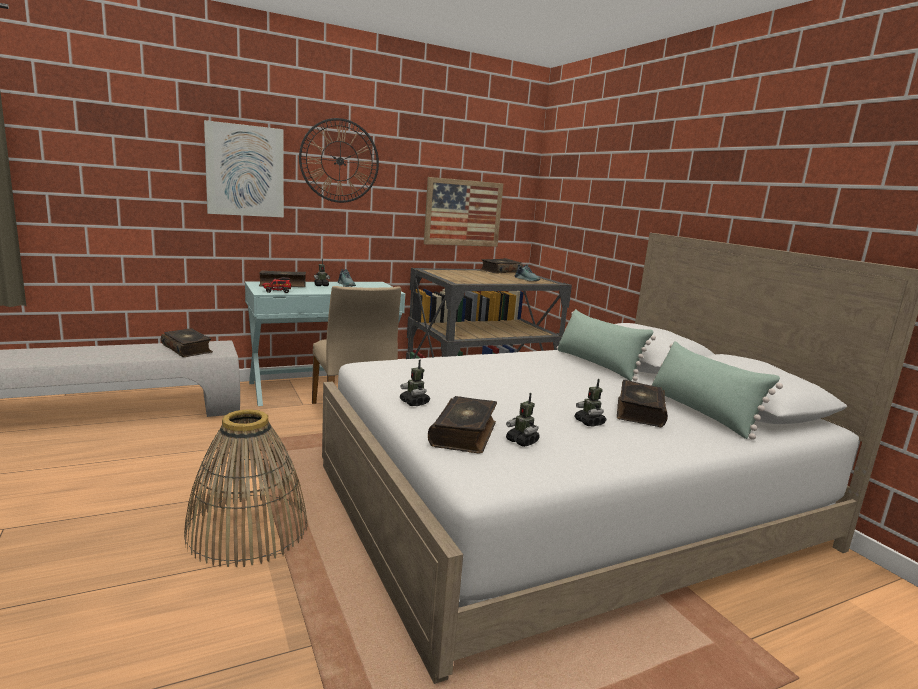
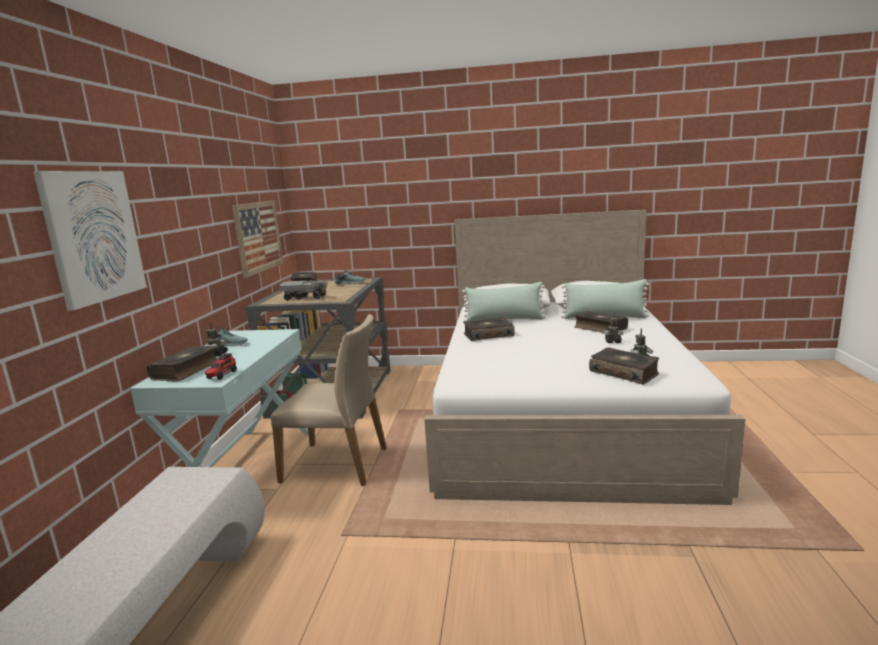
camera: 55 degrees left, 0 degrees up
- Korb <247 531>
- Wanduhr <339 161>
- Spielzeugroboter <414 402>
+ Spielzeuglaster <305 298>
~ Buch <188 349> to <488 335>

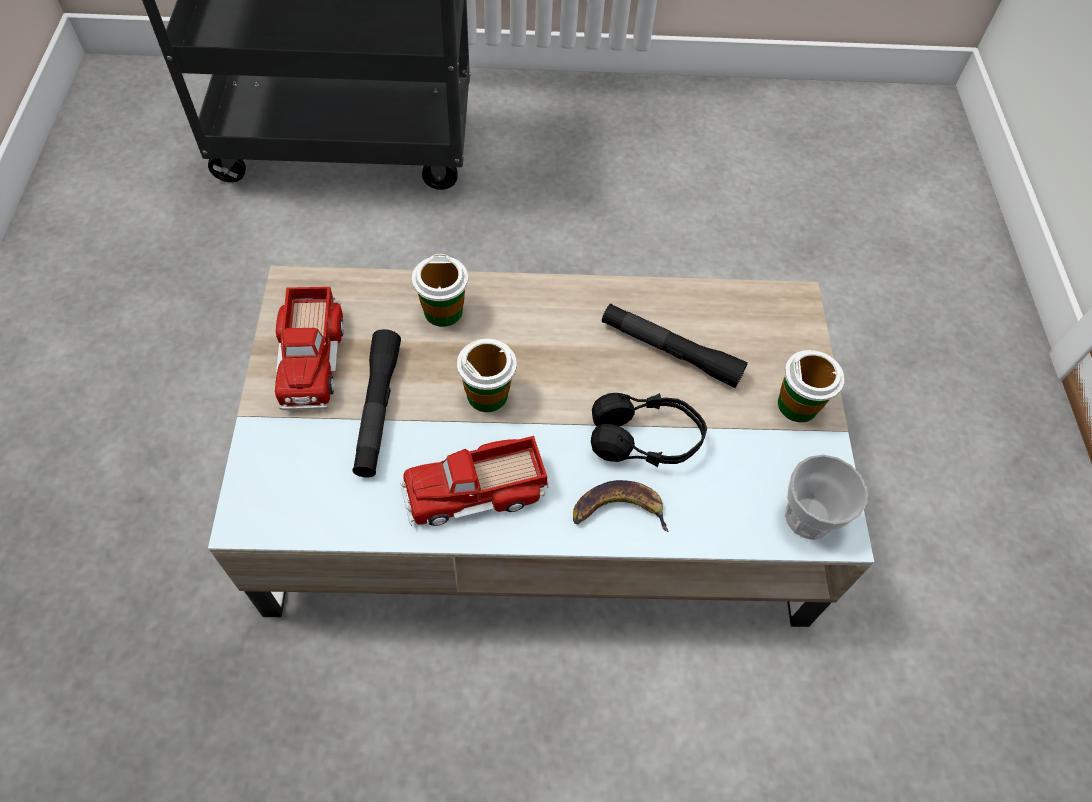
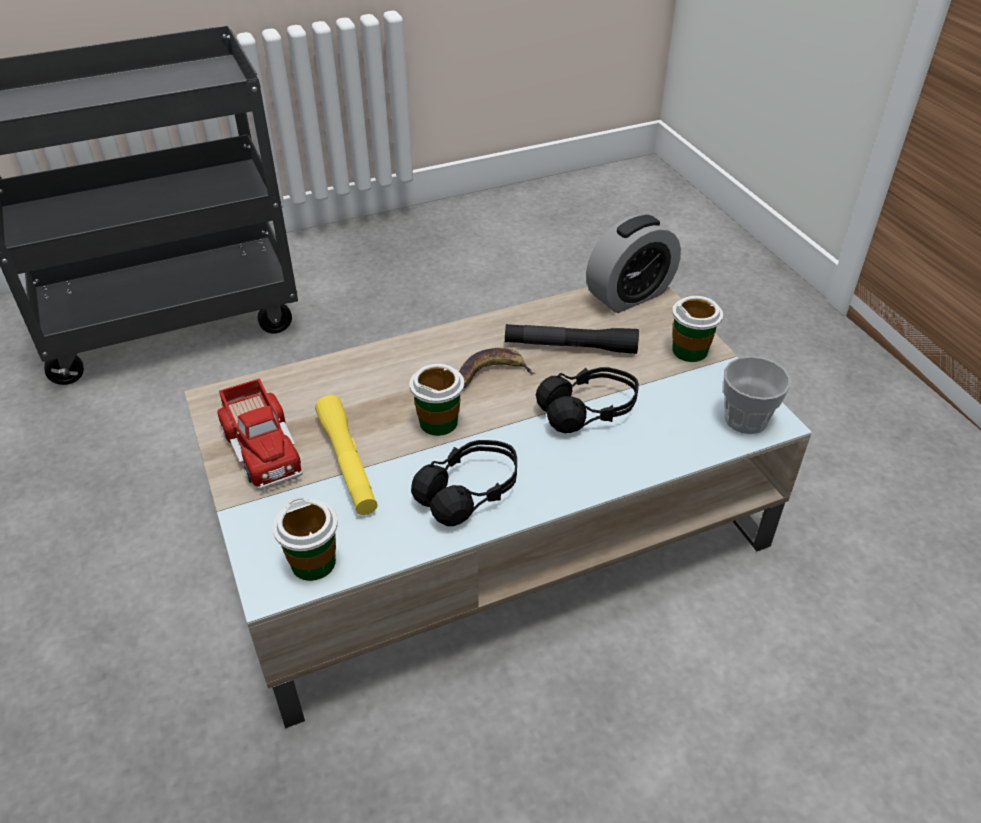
camera: 20 degrees left, 15 degrees down
+ Wecker <629 295>
~ Tasse <443 311> to <313 563>
~ Banane <618 511> to <490 373>
~ Spielzeuglaster <474 490> to Kopfhörer (schwarz) <469 492>
~ Taschenlampe (schwarz) <377 409> to Taschenlampe (gelb) <347 463>

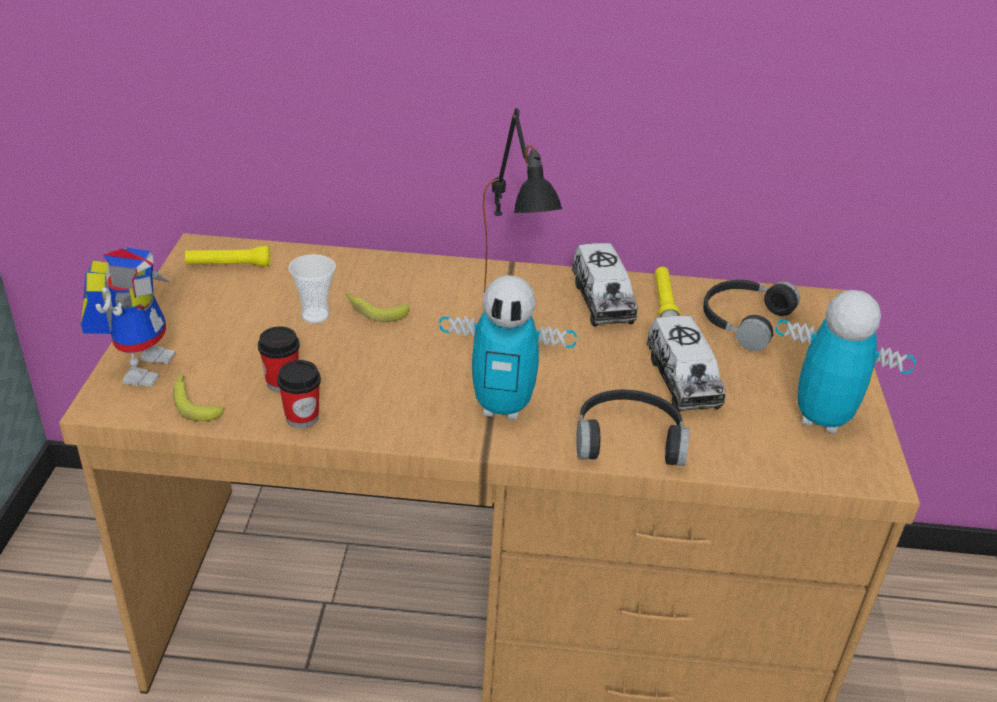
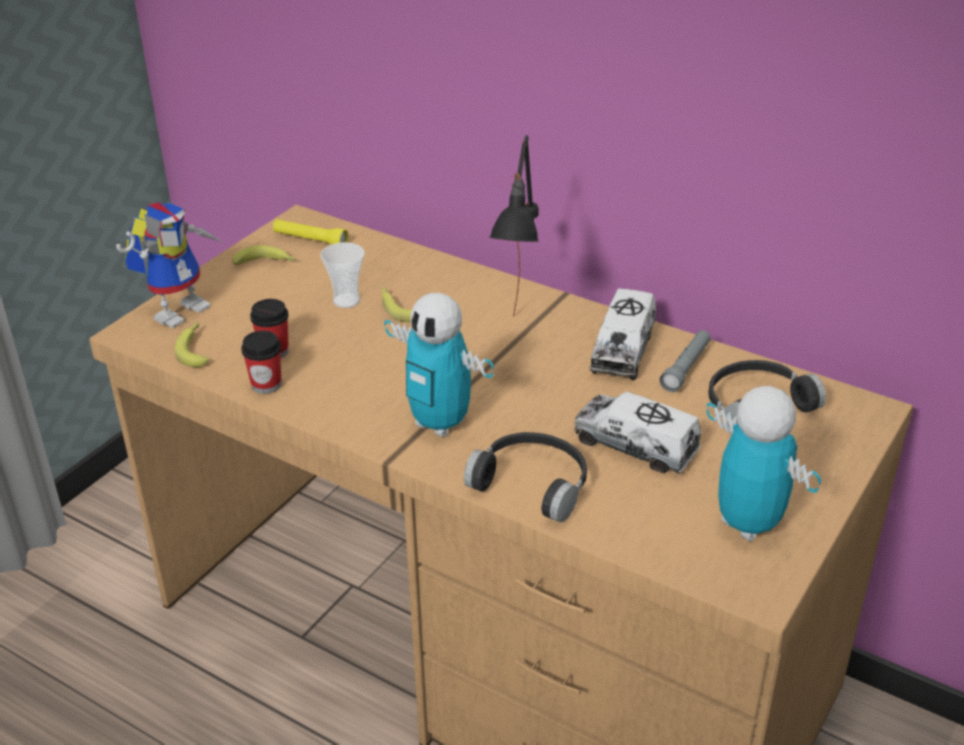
camera: 30 degrees right, 0 degrees up
+ Banane <266 263>
~ Taschenlampe (gelb) <664 303> to Taschenlampe (grau) <686 368>
~ Spielzeuglaster <682 380> = <635 446> 105 degrees clockwise

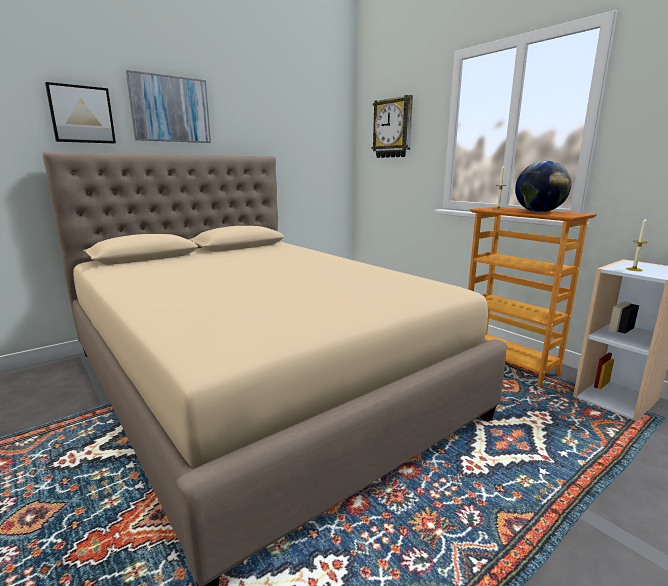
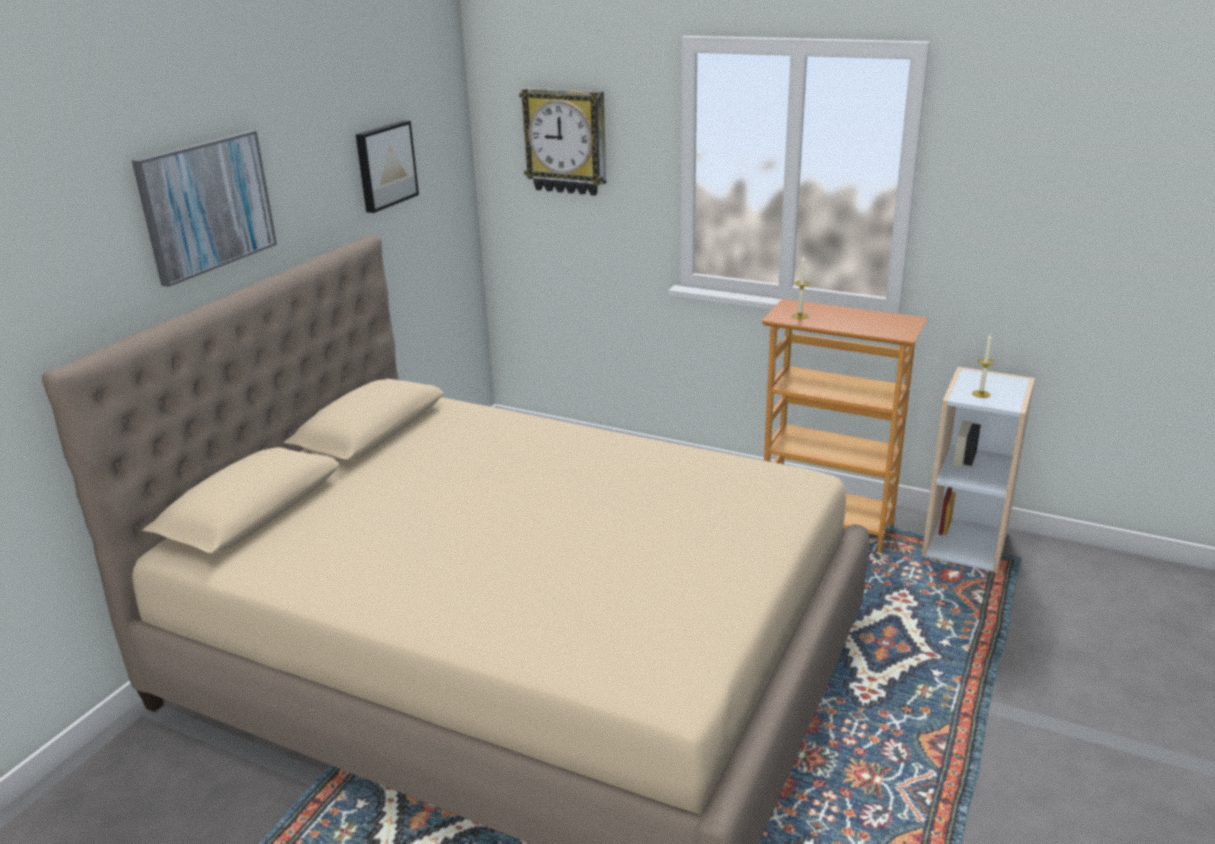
camera: 25 degrees left, 10 degrees up
- Globus <538 212>
~ Bild <81 114> to <385 165>

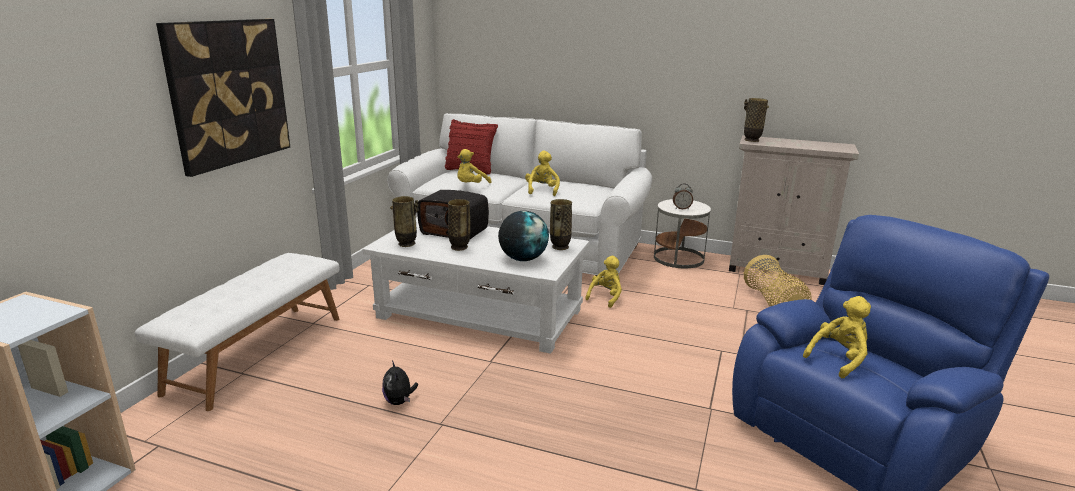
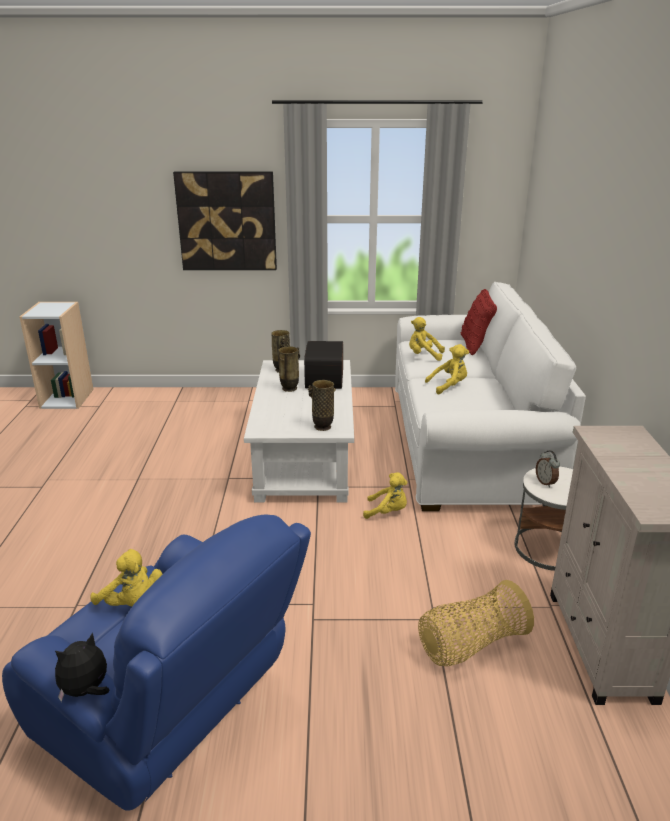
camera: 70 degrees right, 5 degrees up
- Bank (weiß) <257 353>
- Globus <523 259>
- Vase <751 140>
~ Plüschtier <399 401> to <86 691>

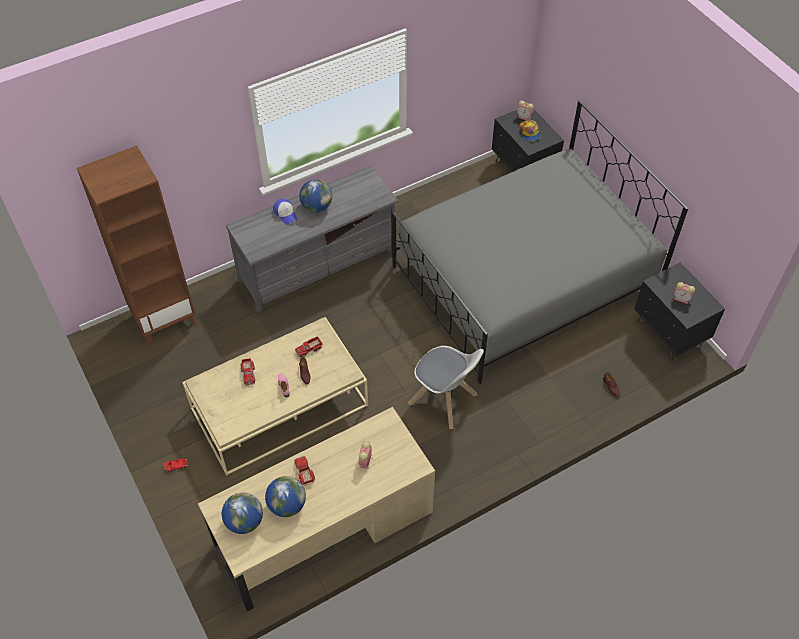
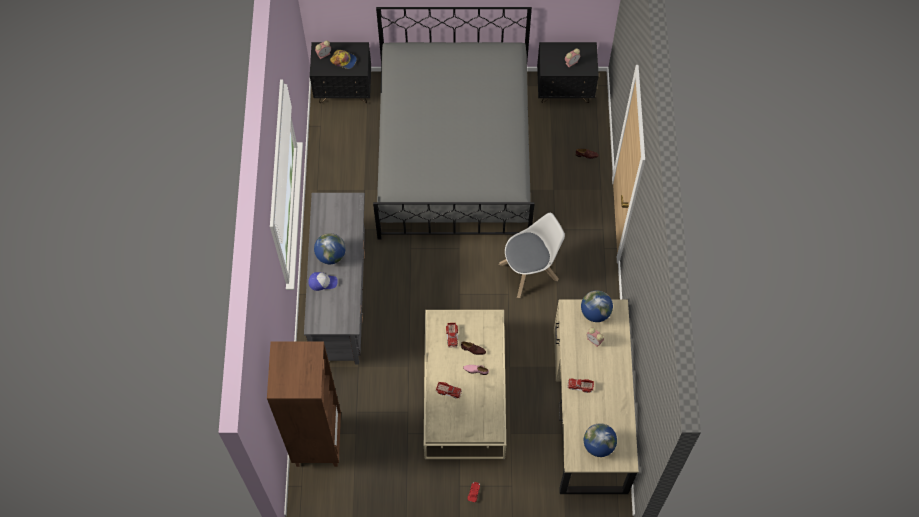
camera: 60 degrees left, 10 degrees up
~ Globus <287 505> to <595 312>

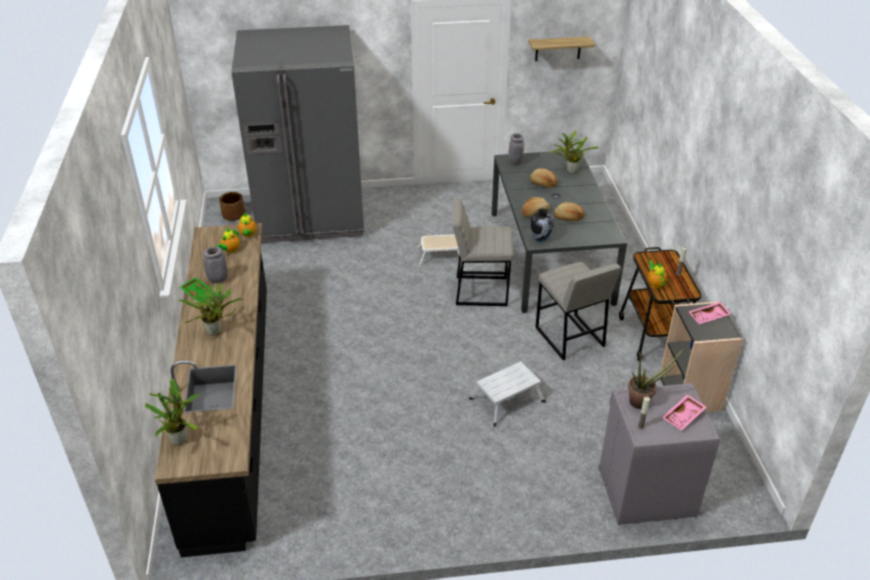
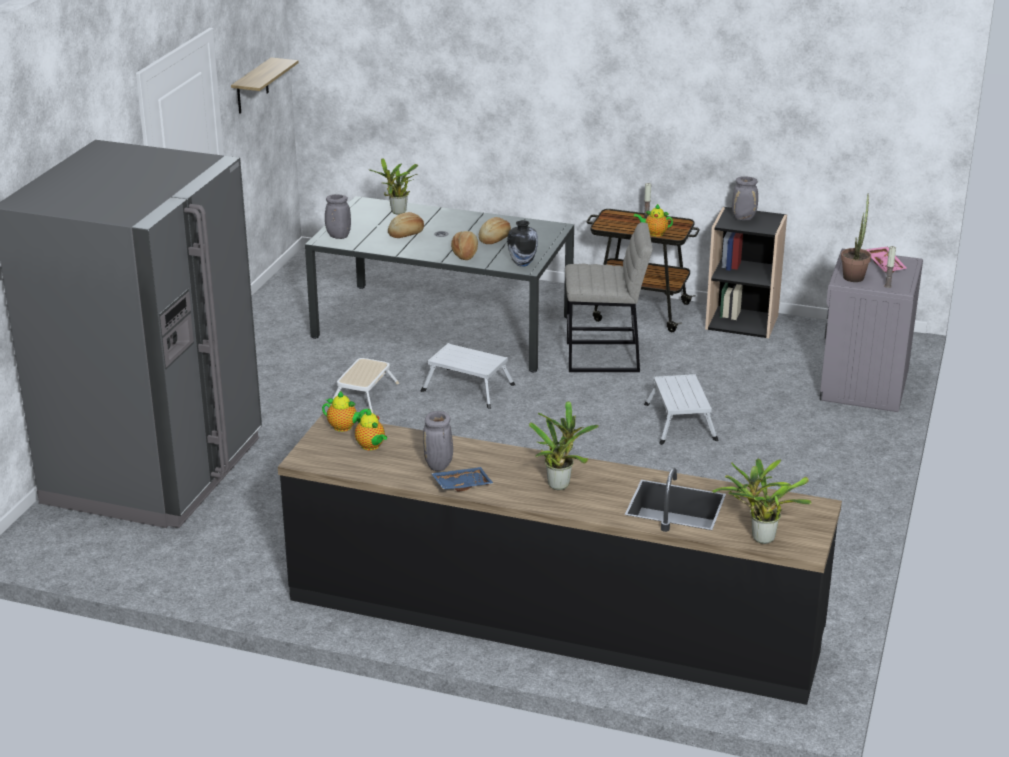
camera: 65 degrees left, 10 degrees down
- Pflanzkübel (braun) <233 215>
~ Stuhl (grau) <479 291> to Trittleiter (weiß) <467 387>
~ Tablett (rosa) <709 317> to Vase (grau) <744 218>
~ Tablett (grün) <200 294> to Tablett (blau) <461 484>

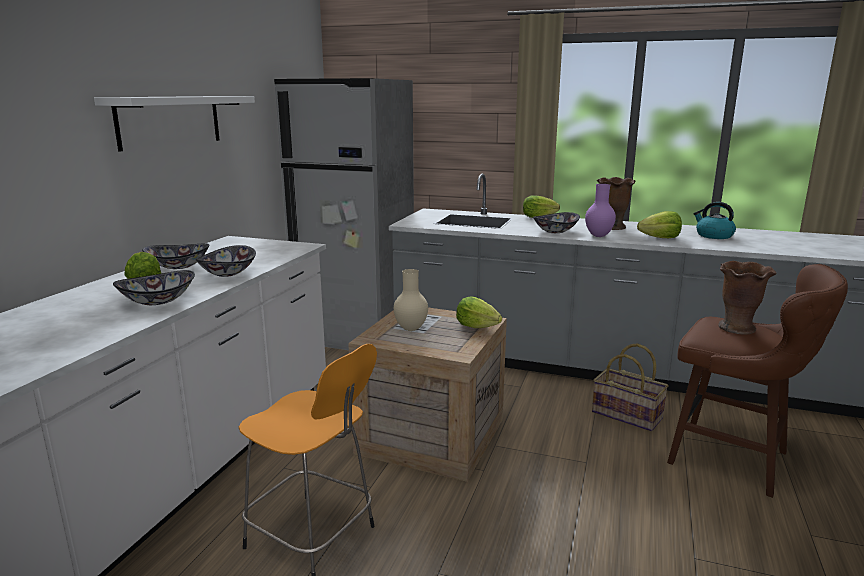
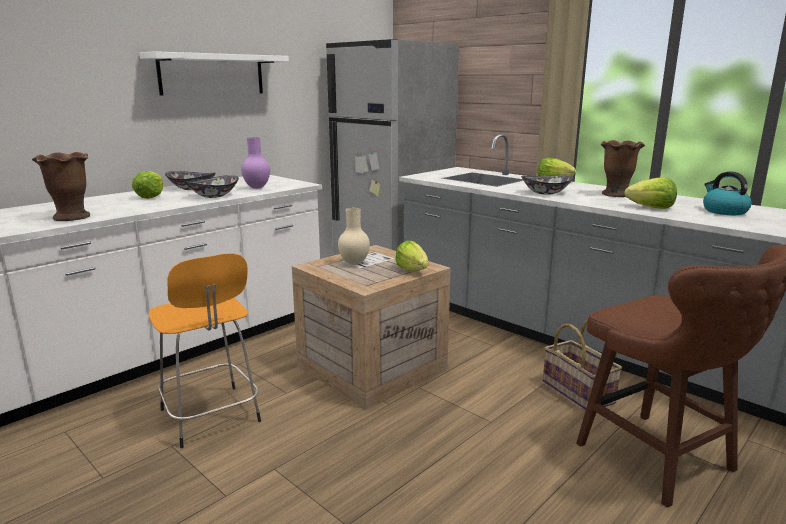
camera: 25 degrees right, 0 degrees up
- Schüssel <158 301>
~ Vase (lila) <598 236> to <257 187>
~ Vase (braun) <737 328> to <71 217>

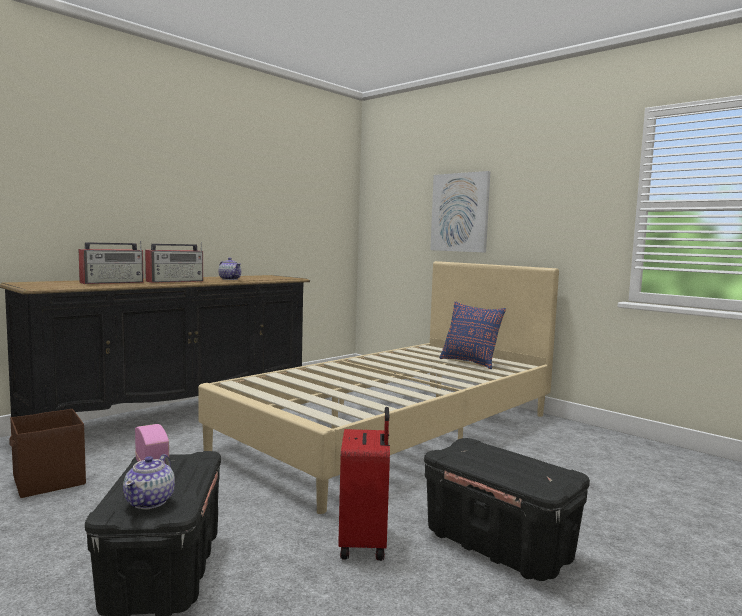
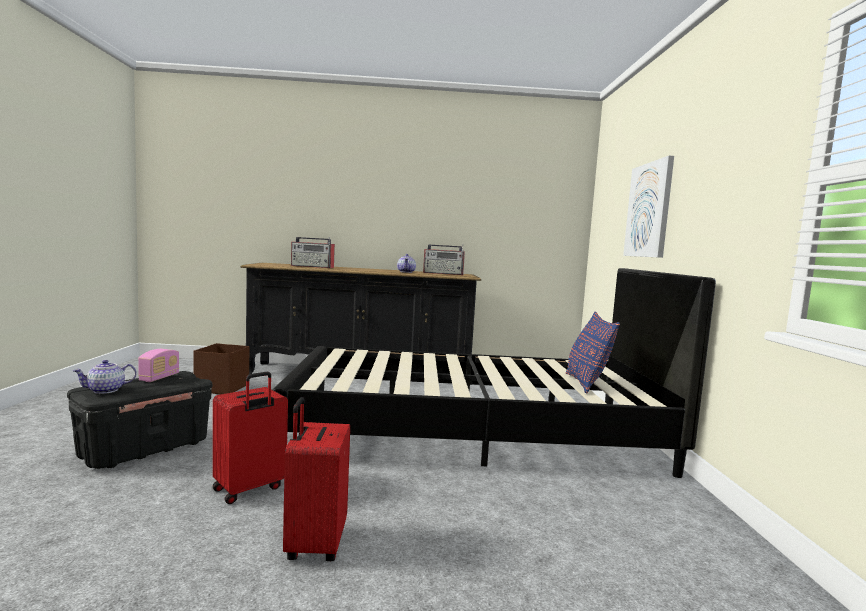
camera: 45 degrees right, 0 degrees up
~ Radio <176 281> to <444 273>
~ Aufbewahrungsbox (schwarz) <497 545> to Koffer (rot) <314 544>
~ Bett (beige) <395 431> to Bett (schwarz) <473 433>

